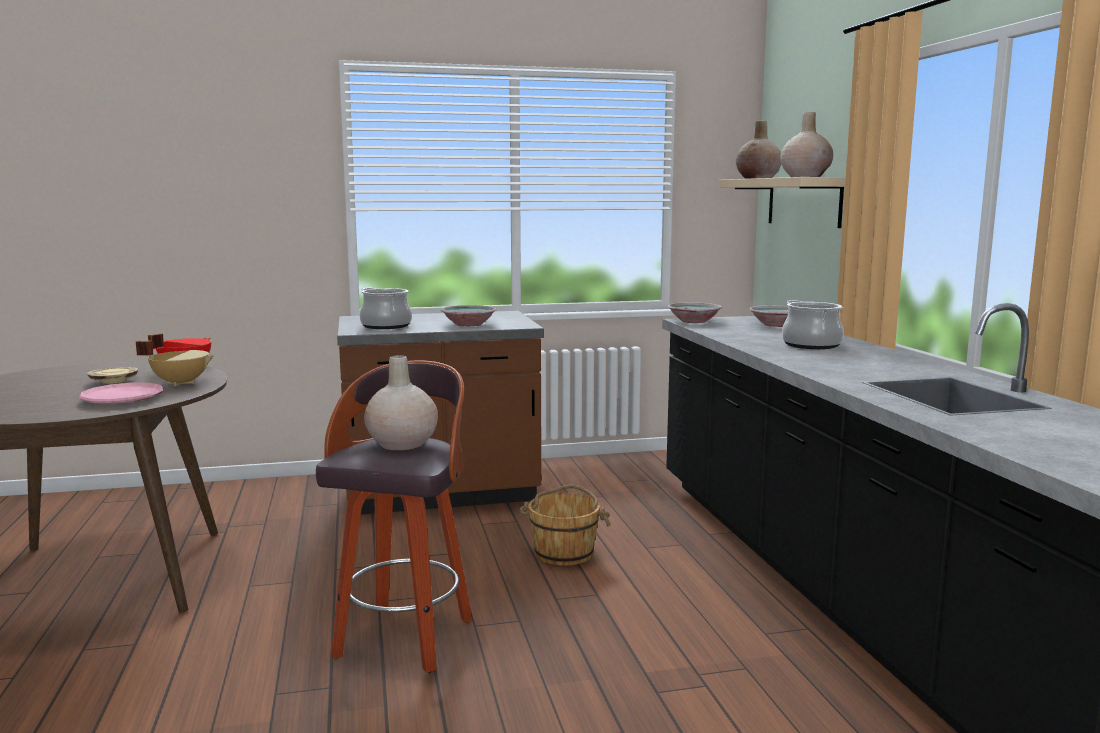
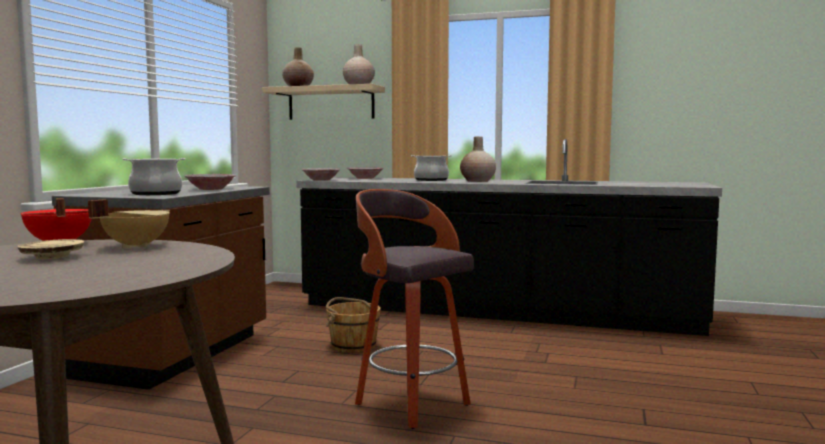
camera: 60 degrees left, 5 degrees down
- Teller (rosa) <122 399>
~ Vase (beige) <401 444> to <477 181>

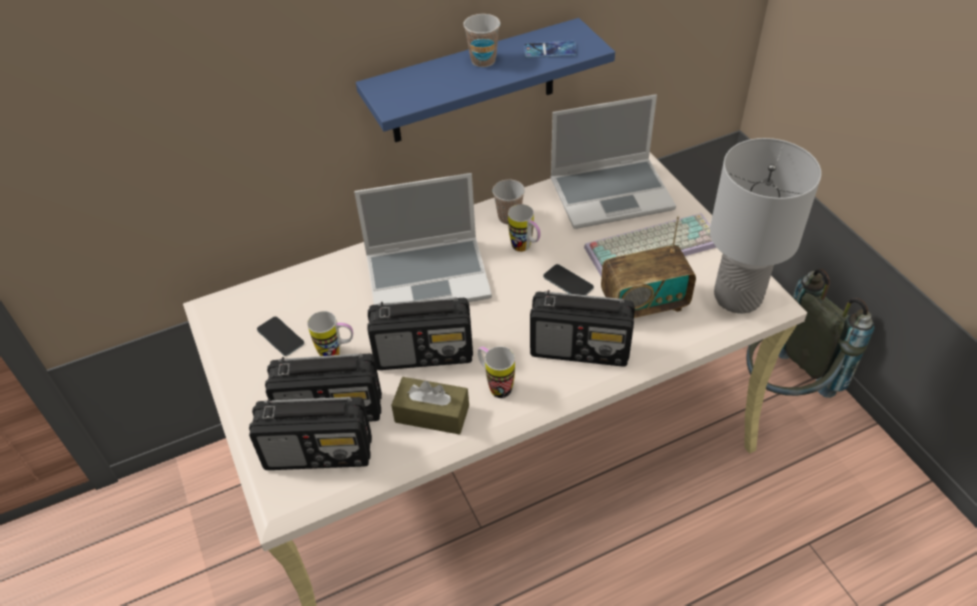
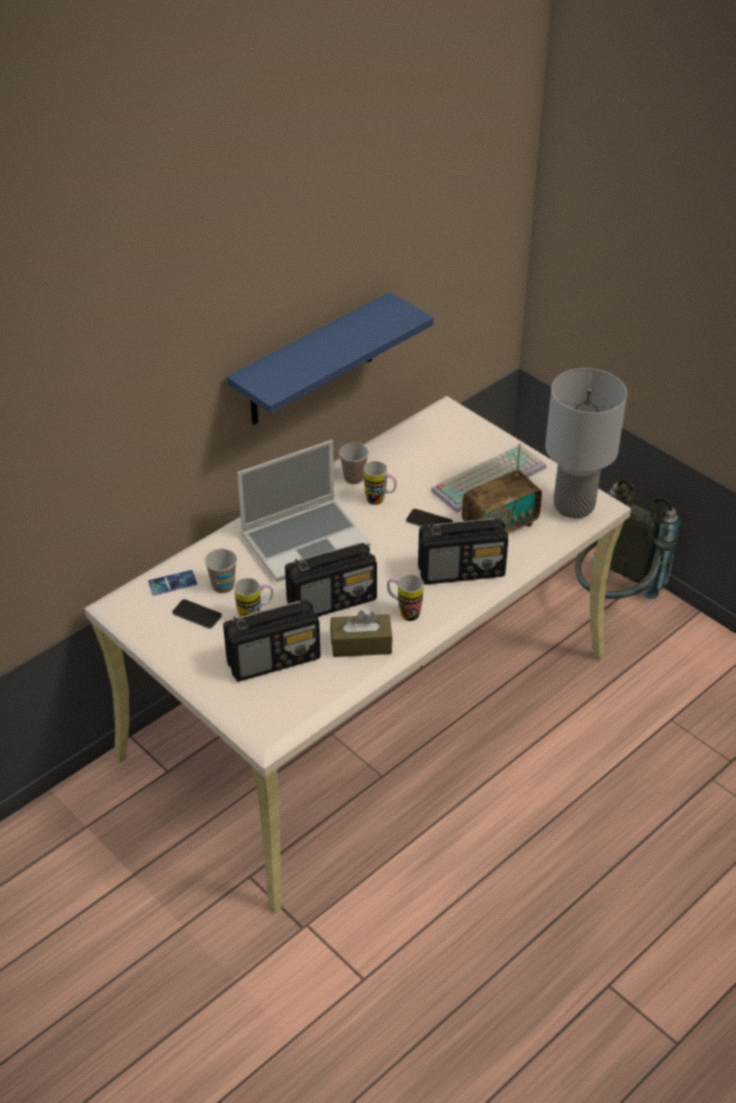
camera: 20 degrees left, 5 degrees down
- Radio <320 452>
- Laptop <612 193>
~ Tasse <483 60> to <223 586>
~ Handy <550 50> to <172 583>

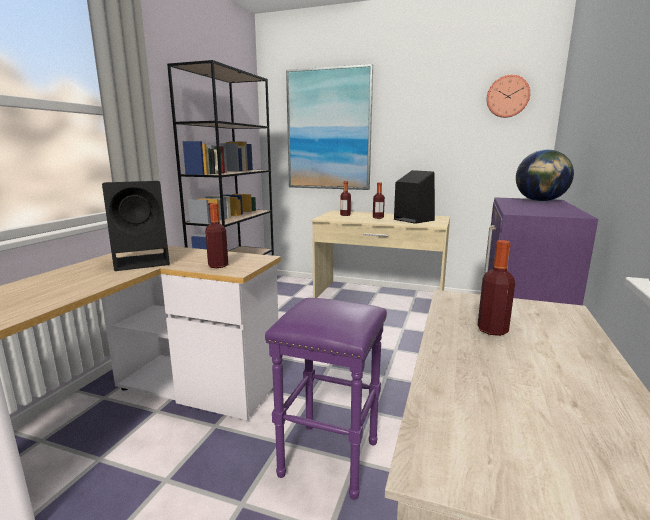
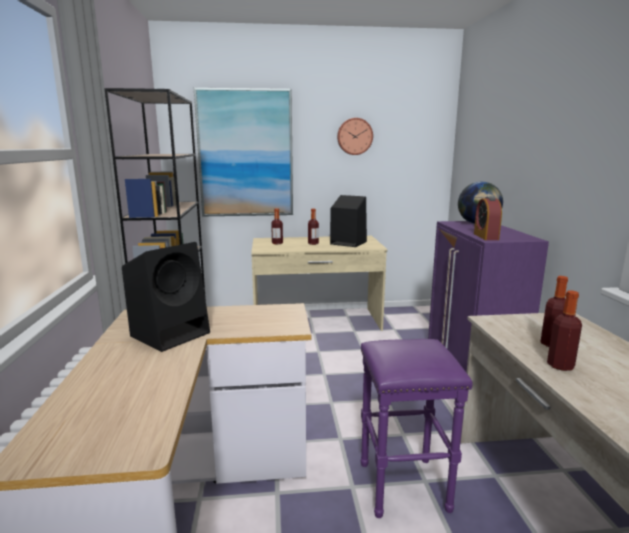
camera: 25 degrees left, 0 degrees up
+ Wecker <486 236>
~ Flasche <218 266> to <560 366>
~ Wanduhr <507 96> to <354 136>

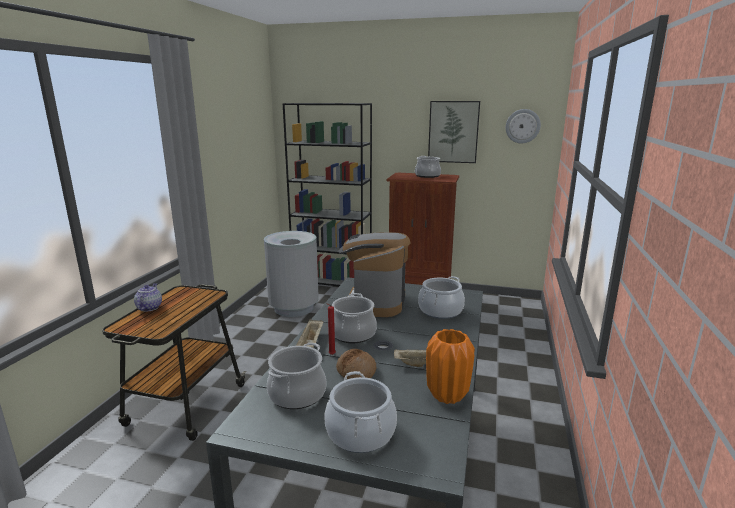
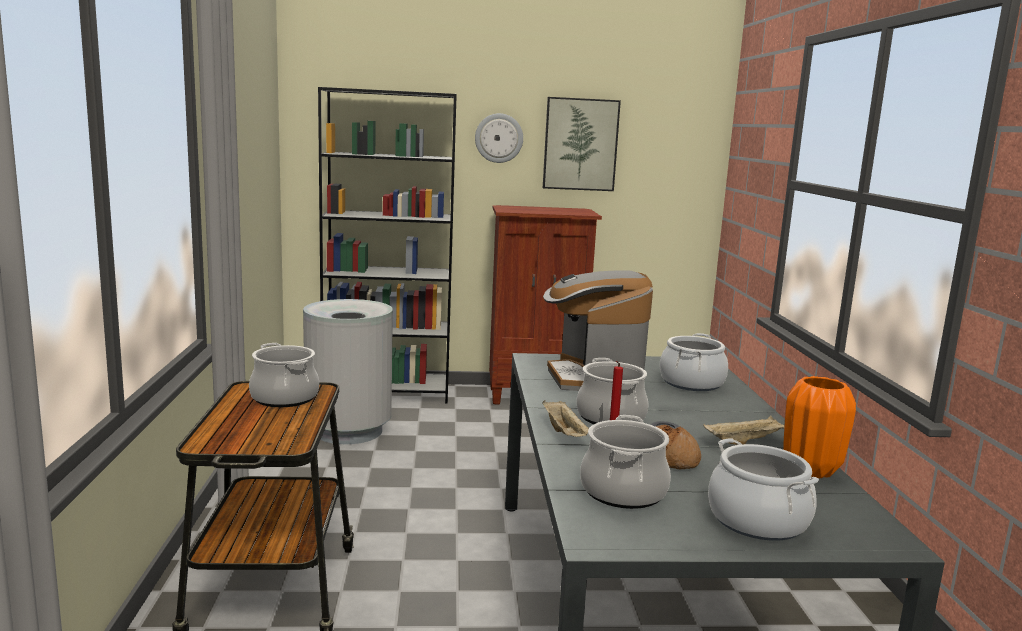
camera: 20 degrees left, 5 degrees down
- Teekanne <149 307>
~ Kochtopf <427 176> to <285 398>
~ Wanduhr <522 126> to <499 138>

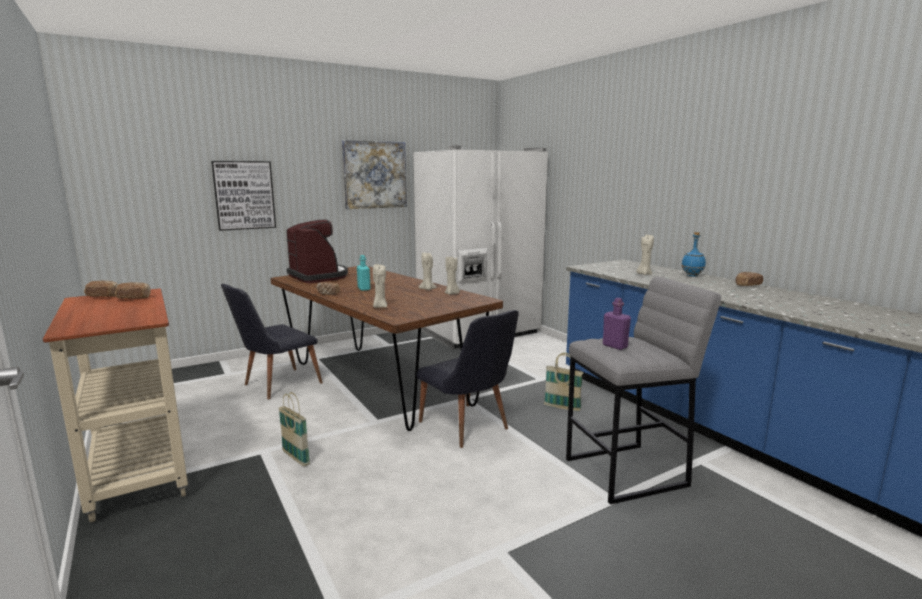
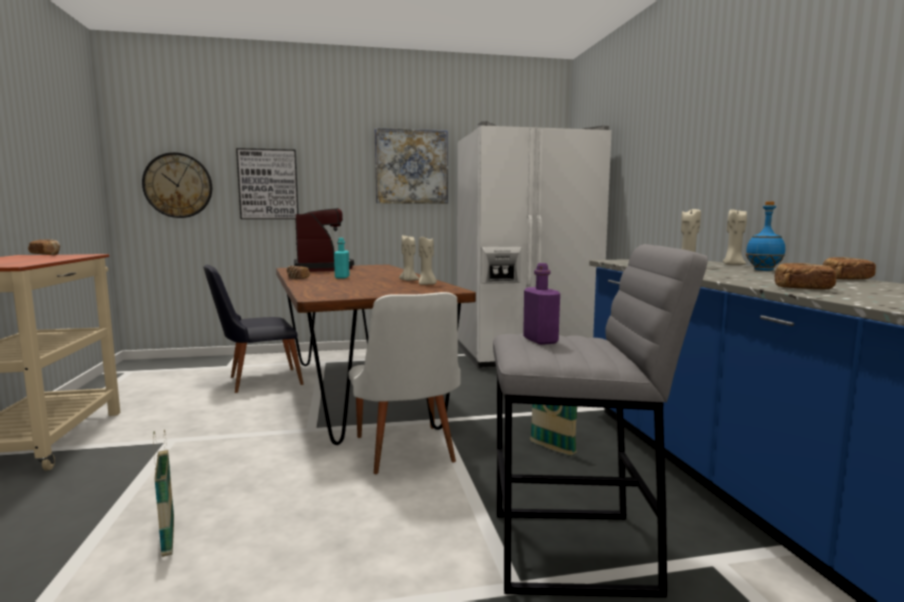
camera: 20 degrees right, 5 degrees down
+ Wanduhr <178 185>
~ Brot <134 298> to <803 289>
~ Korb <295 458> to <168 538>
~ Kerze (beige) <380 307> to <732 265>
~ Stuhl (schwarz) <468 428> to Stuhl (weiß) <406 453>

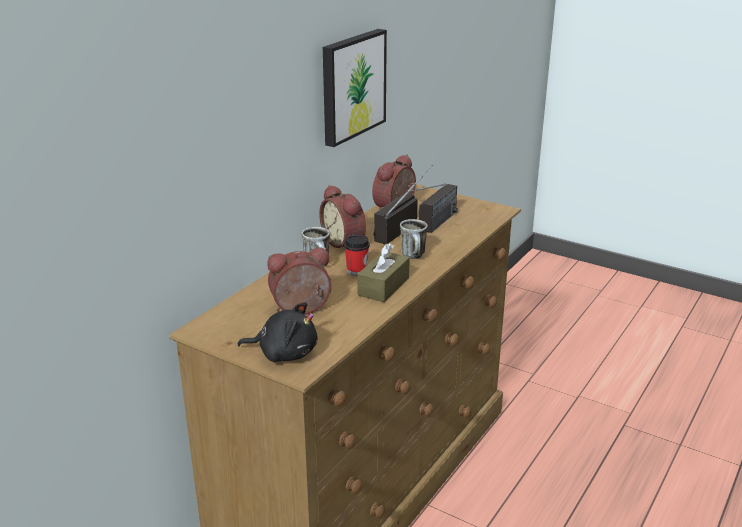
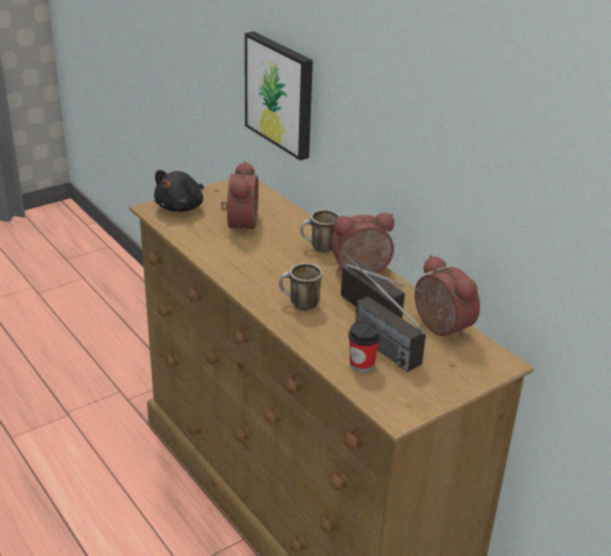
camera: 110 degrees right, 5 degrees up
- Taschentuchbox (braun) <383 286>
~ Bild <351 86> to <281 94>
~ Tasse <357 271> to <362 365>

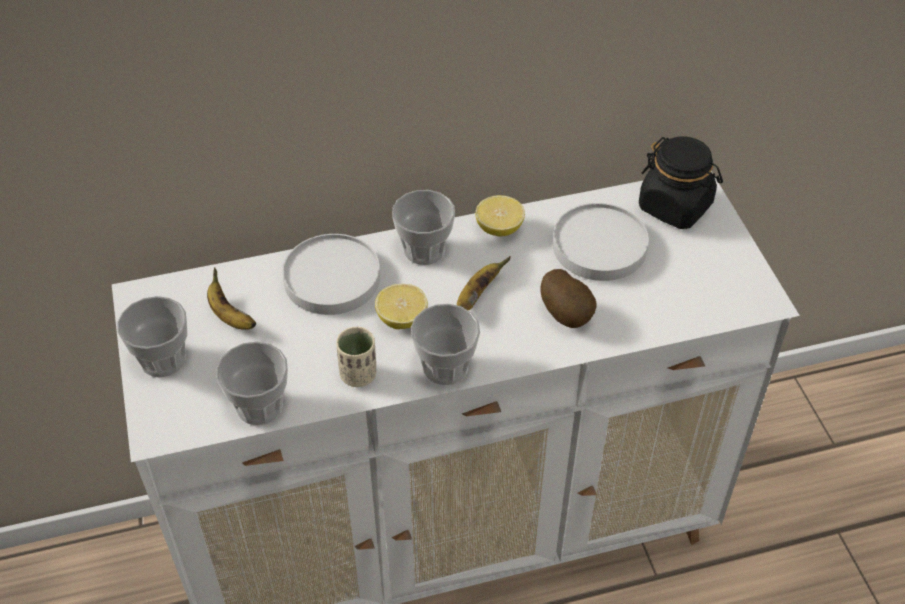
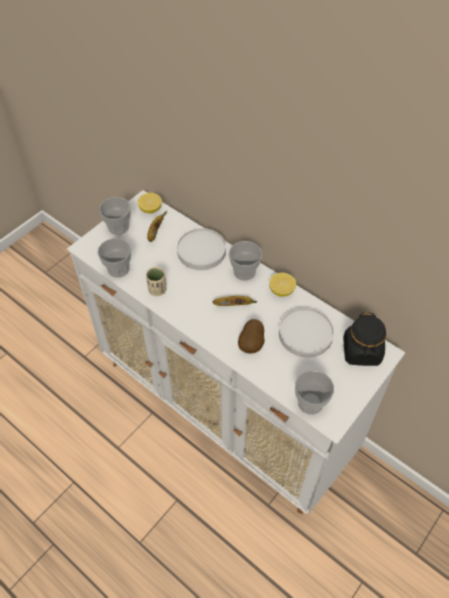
camera: 55 degrees right, 5 degrees up
~ Zitrone <402 319> to <150 209>
~ Tasse <445 367> to <310 403>

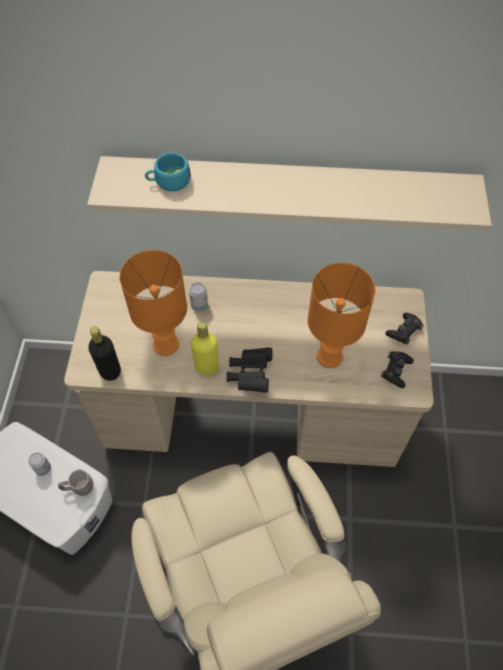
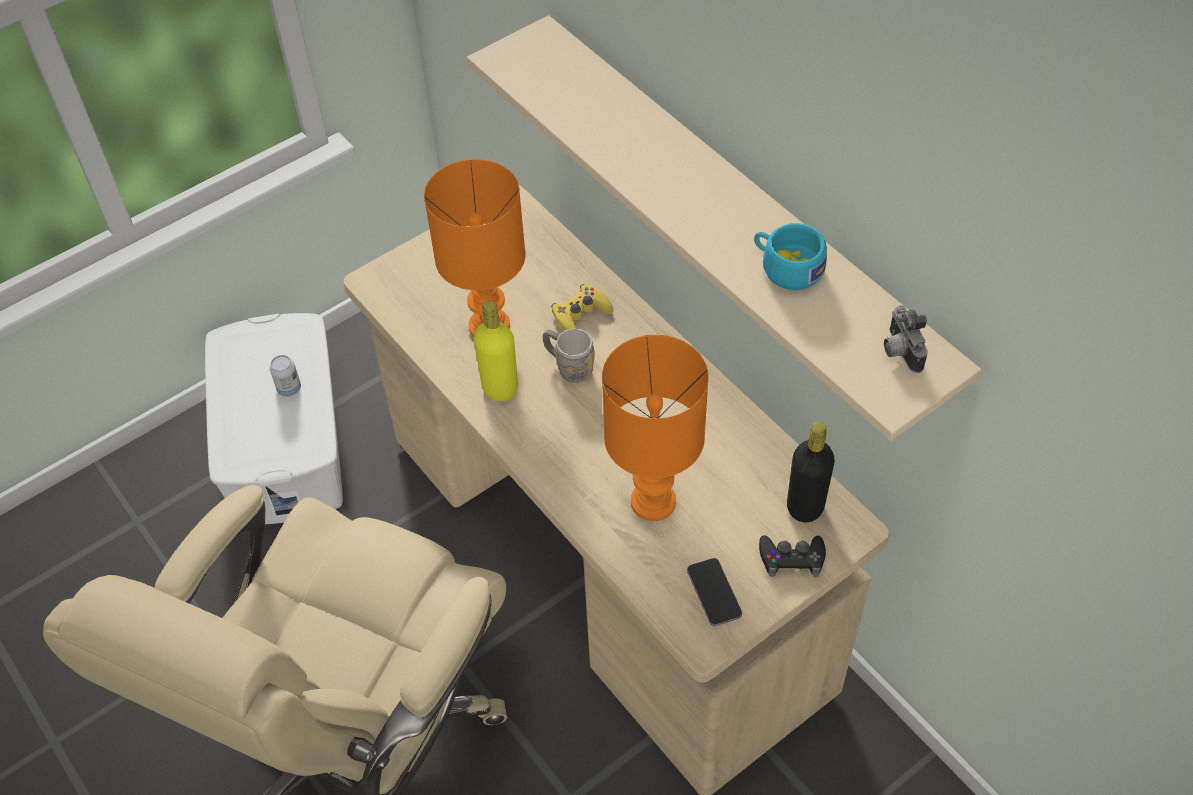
camera: 50 degrees right, 5 degrees down
- Fernglas (schwarz) <250 374>
+ Kamera <899 351>
~ Henkelbecher (grau) <79 488> to <569 367>
~ Flasche (schwarz) <110 371> to <805 507>
~ Tasse (türkis) <168 181> to <786 267>
~ Dose <199 305> to Gamepad (gelb) <581 314>
~ Gamepad (schwarz) <396 370> to Handy <714 593>

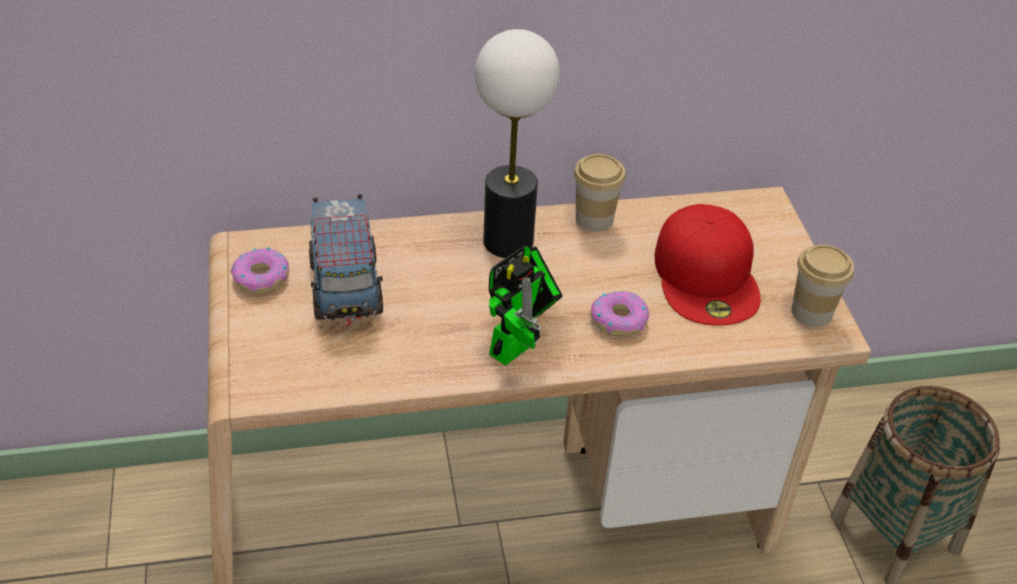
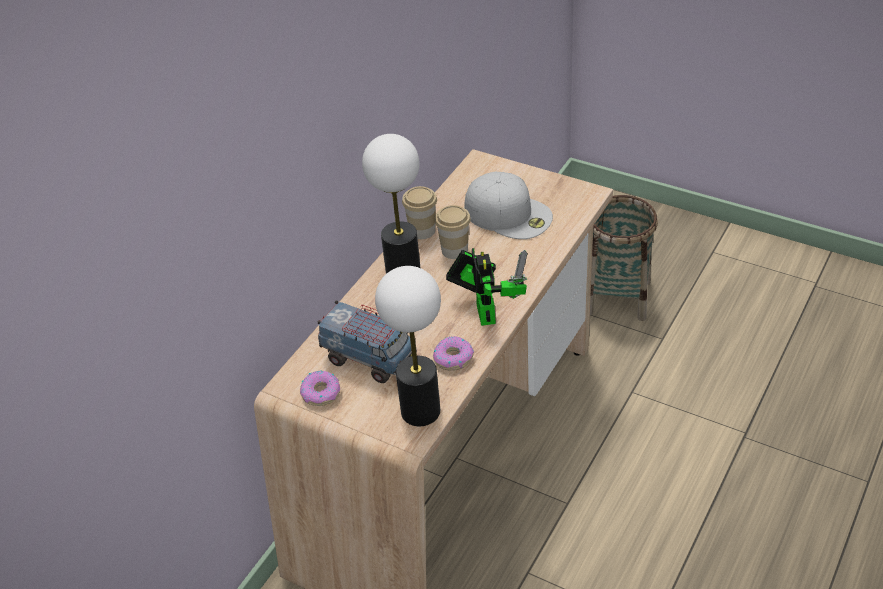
camera: 45 degrees left, 0 degrees up
+ Tischlampe <420 410>
~ Donut <618 320> to <453 358>
~ Tasse <811 312> to <454 250>
~ Kappe (rot) <707 276> to Kappe (weiß) <509 213>

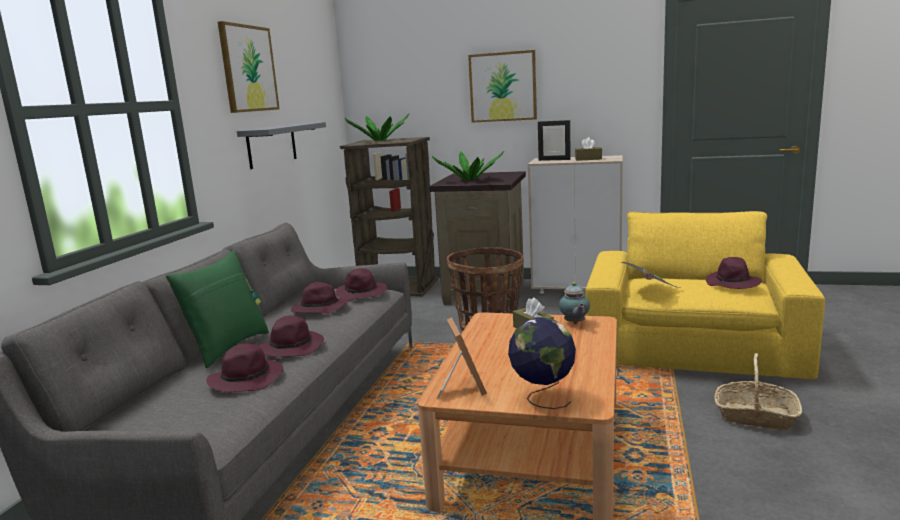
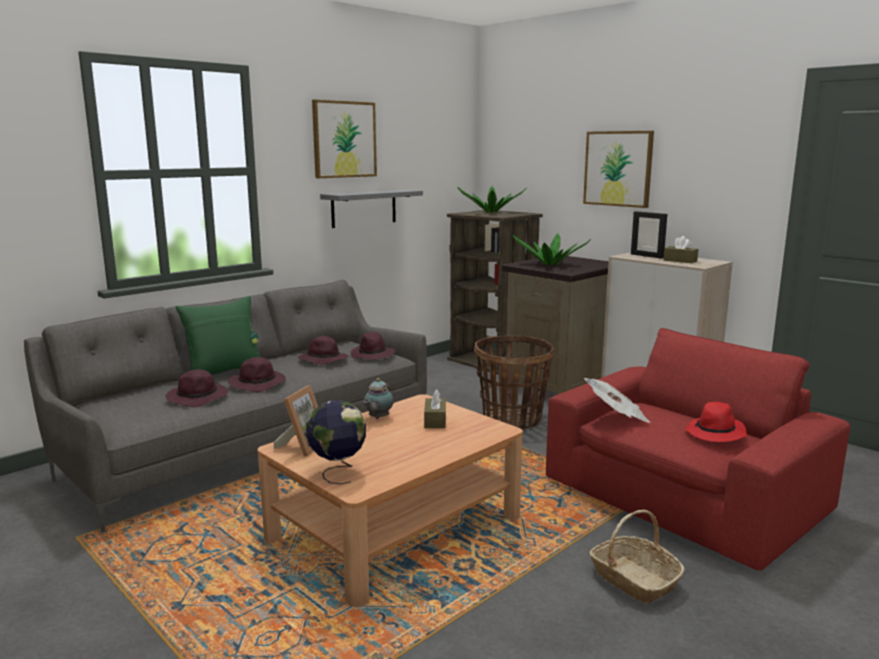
camera: 30 degrees right, 0 degrees up
~ Teekanne <574 323> to <378 418>
~ Sessel (gelb) <693 347> to Sessel (rot) <683 496>
~ Hut (lila) <733 284> to Hut (rot) <715 434>

